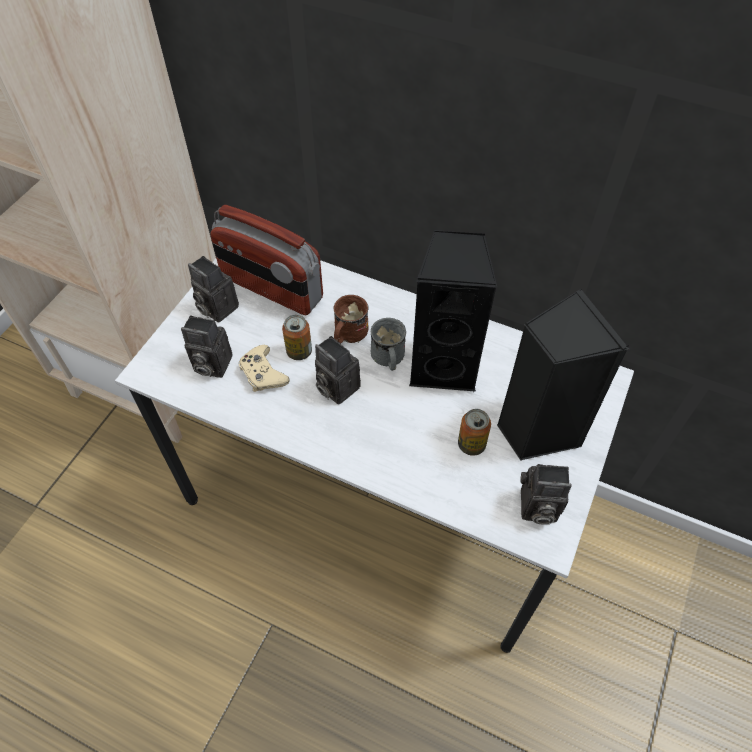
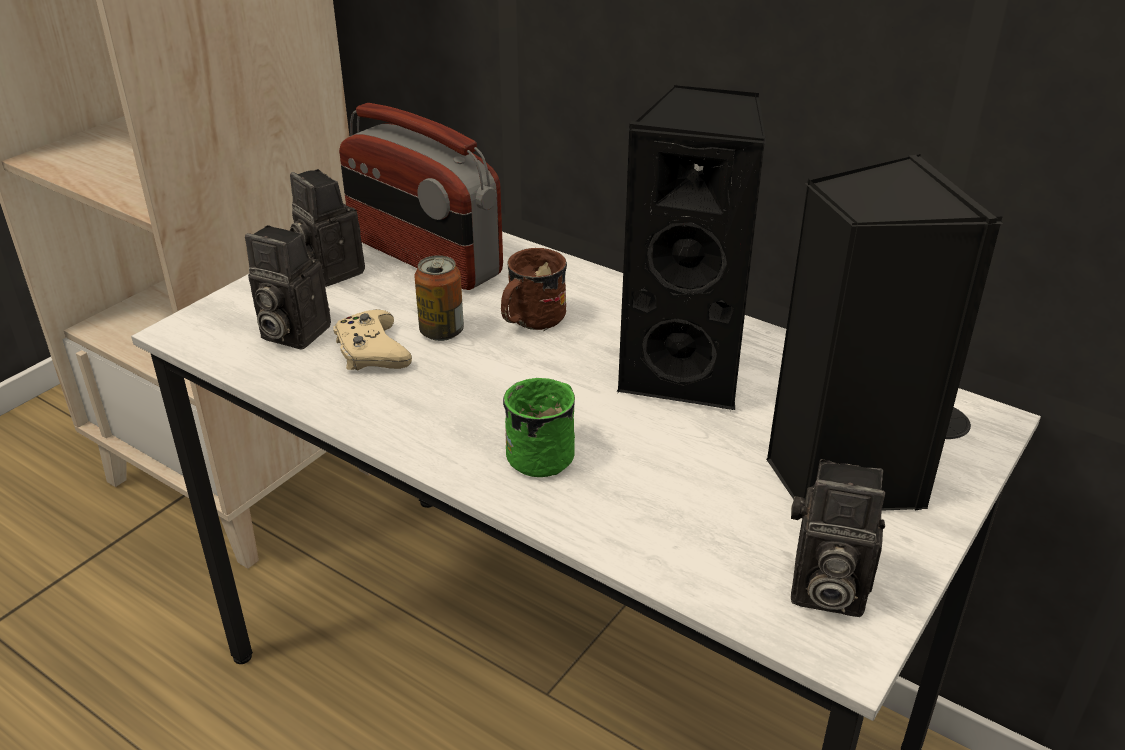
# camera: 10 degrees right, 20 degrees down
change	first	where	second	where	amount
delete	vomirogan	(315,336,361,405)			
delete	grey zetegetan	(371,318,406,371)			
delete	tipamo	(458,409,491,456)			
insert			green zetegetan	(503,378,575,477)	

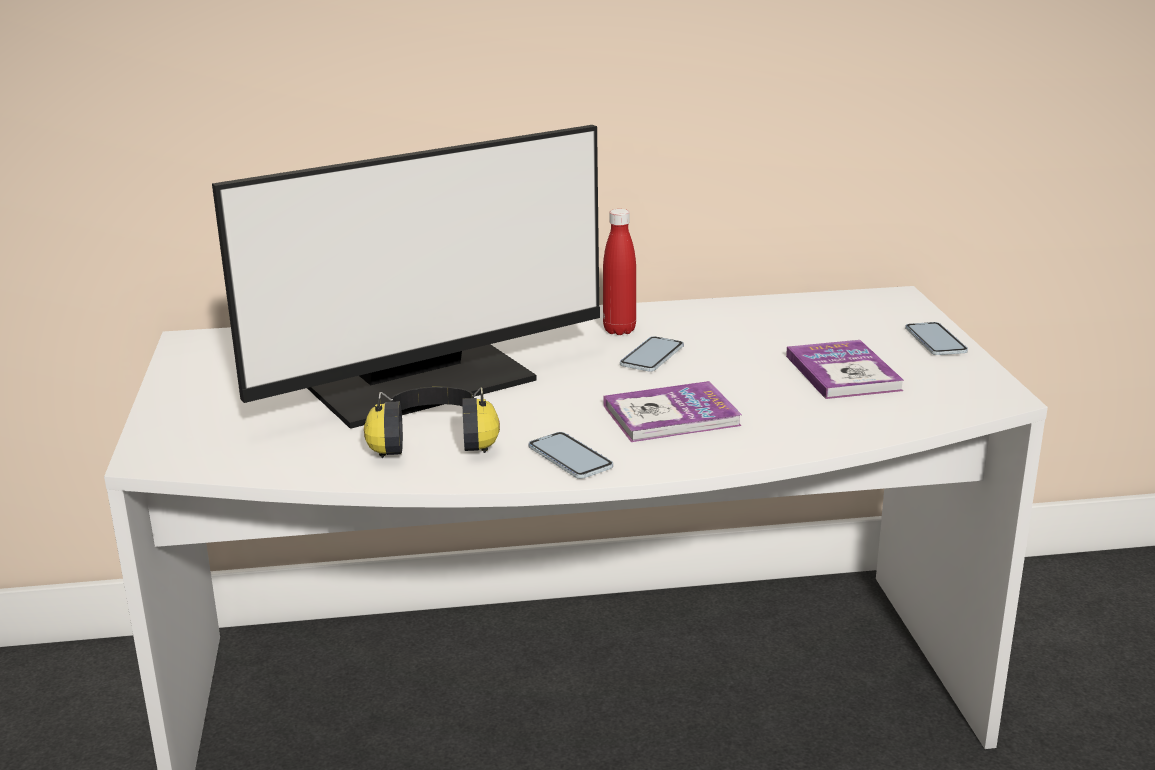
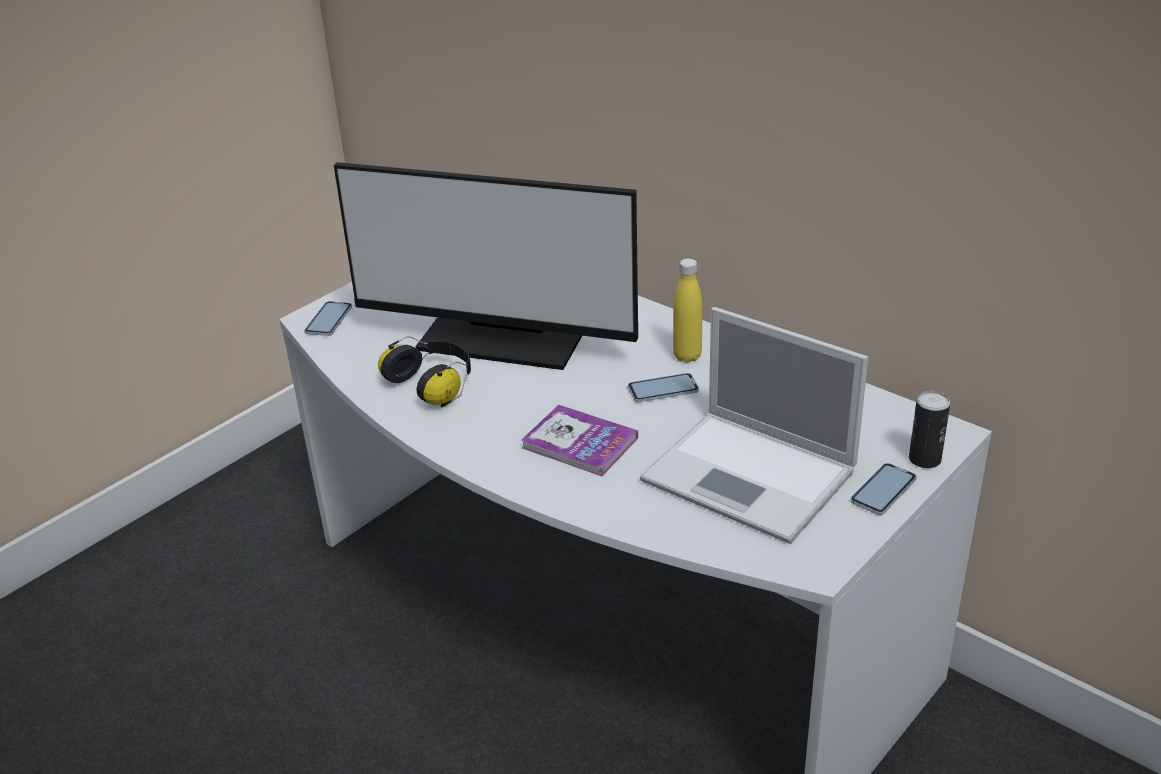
# camera: 50 degrees right, 10 degrees up
change	first	where	second	where	amount
insert			tipamo	(909,391,950,468)	
move	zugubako	(528,432,613,479)		(304,301,352,336)	
replace	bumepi	(786,340,905,399)	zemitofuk	(640,307,868,544)	
recolor	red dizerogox	(603,209,636,335)	yellow dizerogox	(673,259,702,363)	

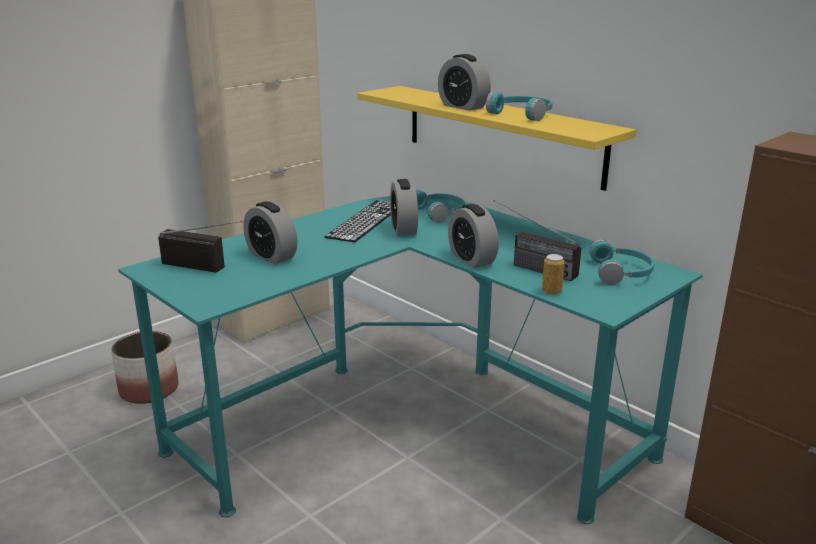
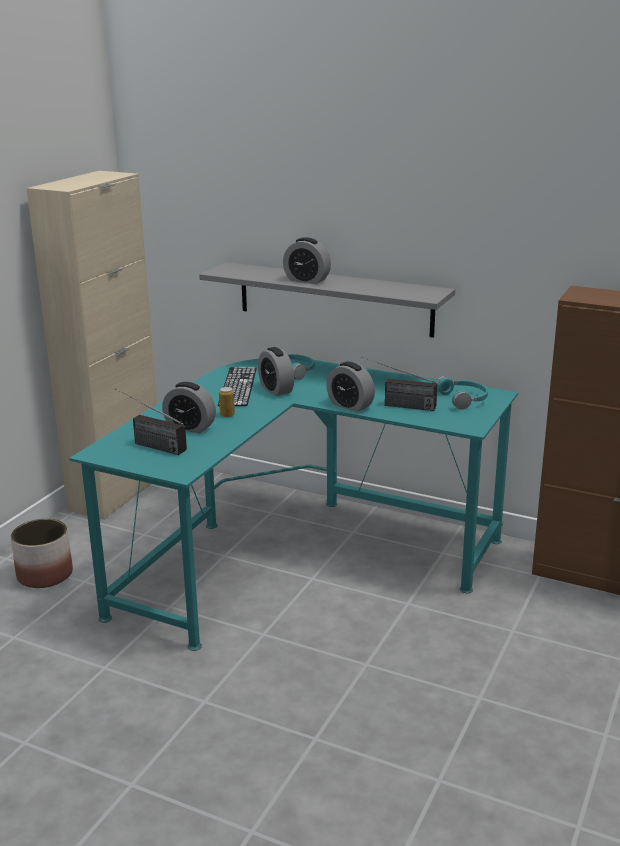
# camera: 20 degrees left, 0 degrees up
change	first	where	second	where	amount
delete	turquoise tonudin	(486,92,553,121)			
move	tipamo	(542,254,565,295)		(219,387,235,417)	
recolor	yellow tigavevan	(357,86,636,191)	grey tigavevan	(199,262,455,338)	
rotate	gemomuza	(158,221,243,273)		(115,389,187,455)	150 degrees counterclockwise

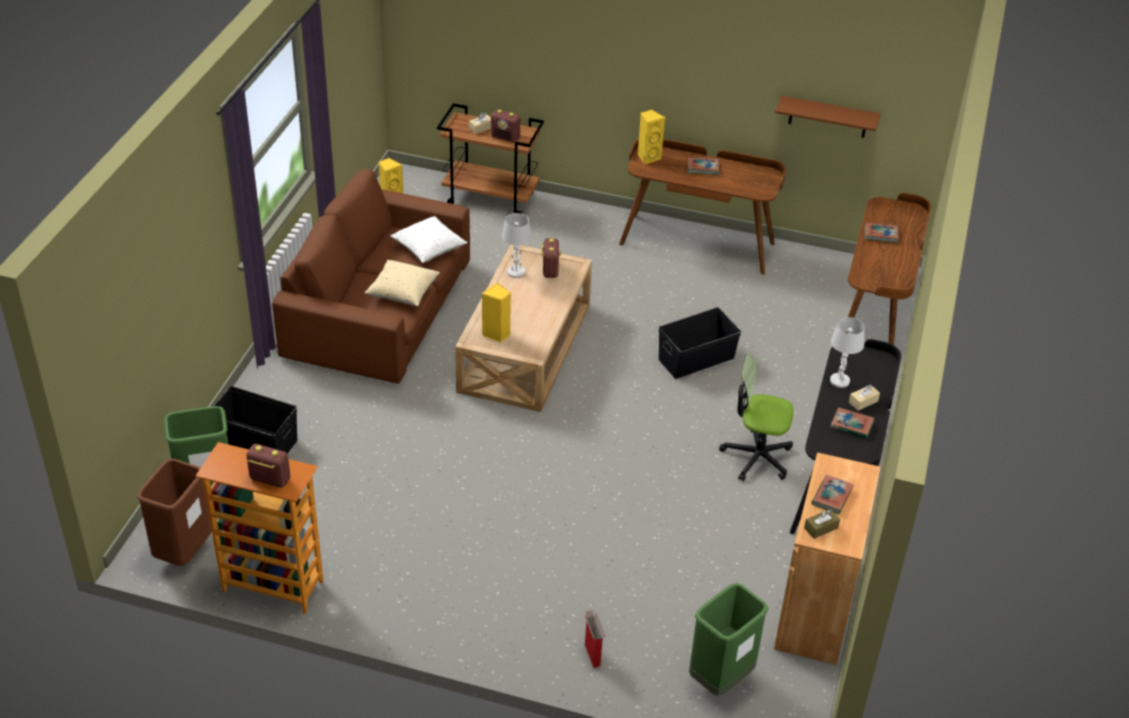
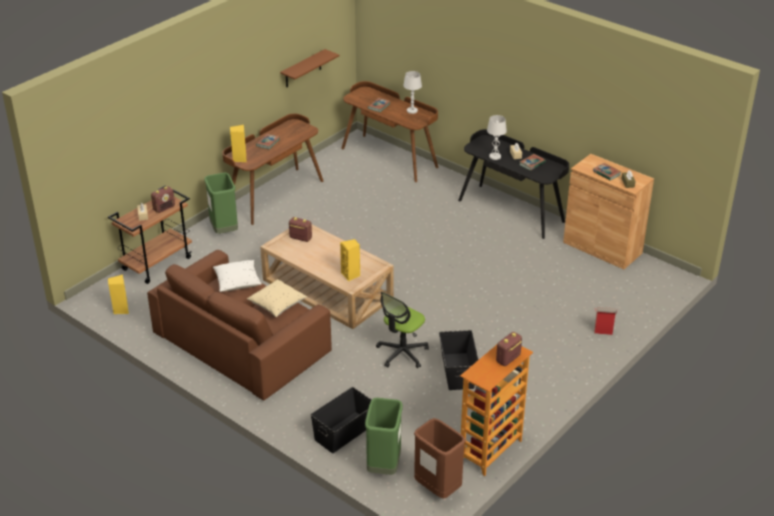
# camera: 65 degrees left, 5 degrees down
change	first	where	second	where	amount
move	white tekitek	(502,213,532,278)		(403,71,422,114)	
move	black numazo	(659,307,741,379)		(439,330,478,390)	
move	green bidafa	(689,583,769,696)		(204,173,238,234)	
move	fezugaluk	(719,353,793,481)		(376,292,429,368)	

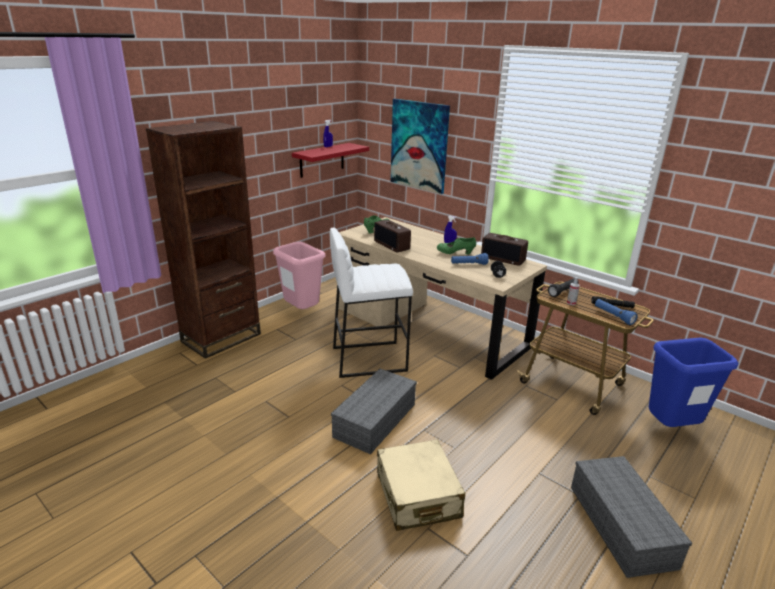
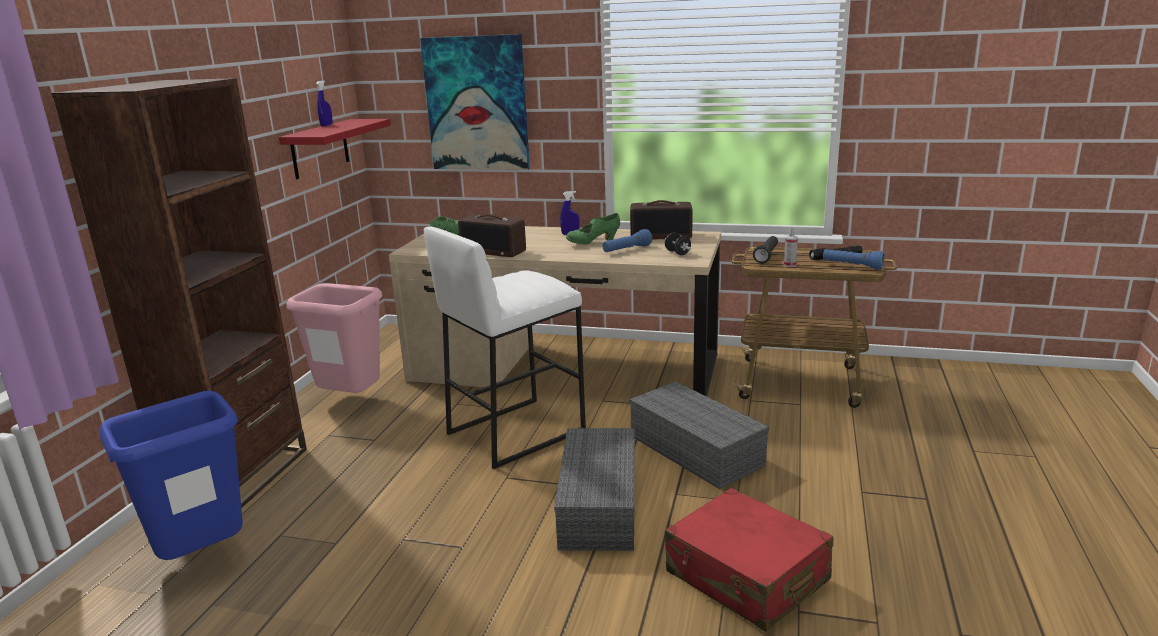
# camera: 25 degrees left, 5 degrees down
change	first	where	second	where	amount
move	grey numazo	(571,456,692,578)		(629,382,769,489)	
move	blue bidafa	(649,338,738,427)		(99,391,243,560)	
recolor	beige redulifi	(377,439,465,531)	red redulifi	(665,488,833,632)	

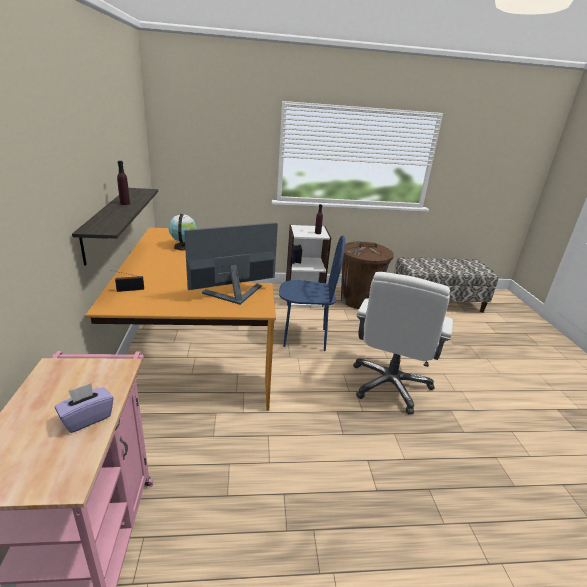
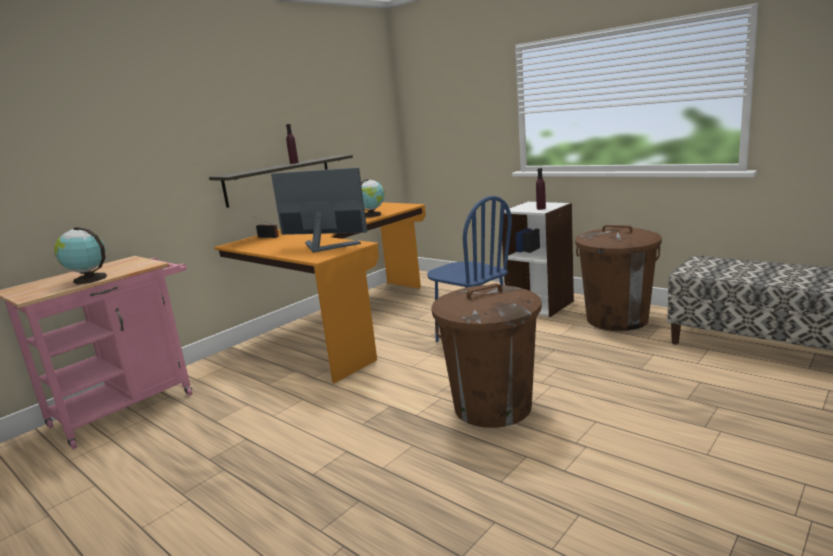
# camera: 50 degrees right, 10 degrees down
change	first	where	second	where	amount
replace	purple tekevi	(55,383,114,433)	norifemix	(54,227,107,284)	
replace	white fezugaluk	(353,272,453,414)	brown bidafa	(432,283,542,428)	

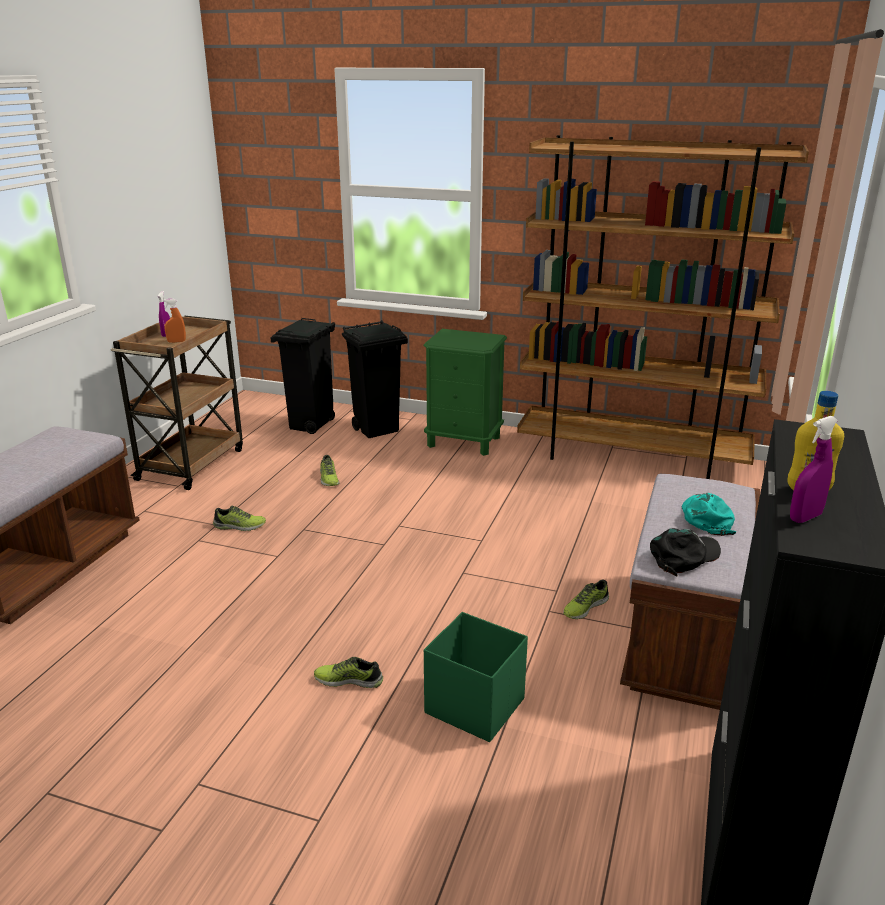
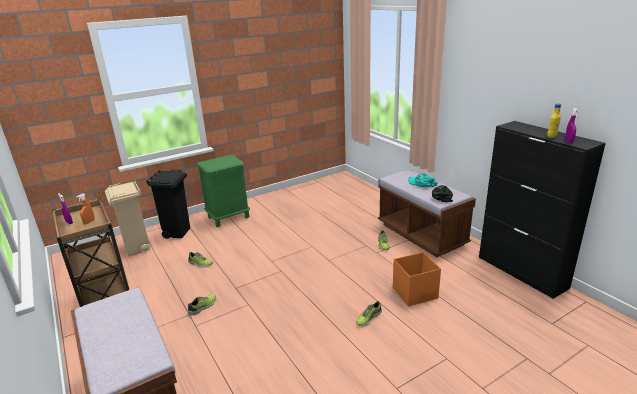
# camera: 50 degrees left, 0 degrees up
change	first	where	second	where	amount
delete	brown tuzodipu	(517,135,809,479)			
recolor	black bidafa	(270,318,335,434)	beige bidafa	(105,181,150,256)	
recolor	green numazo	(424,612,528,742)	orange numazo	(393,252,441,307)	

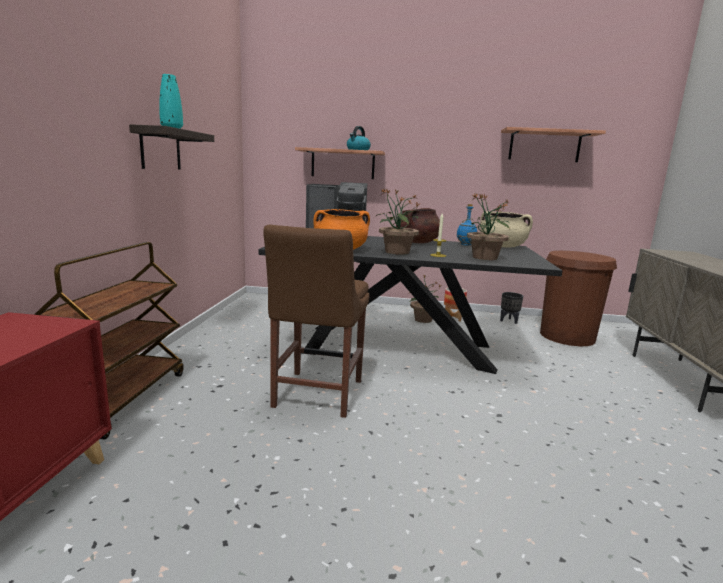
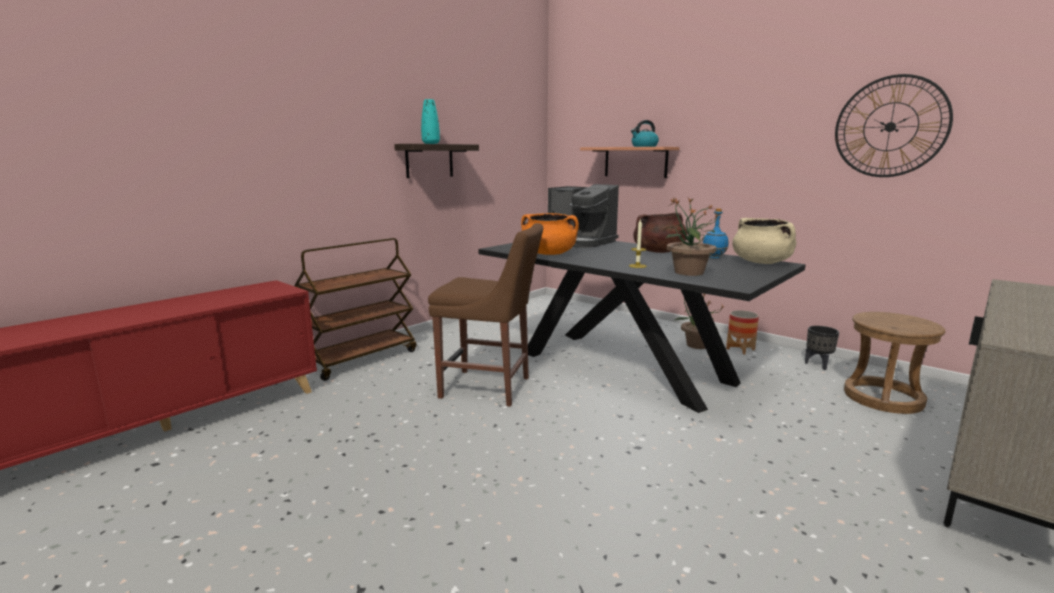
# camera: 35 degrees right, 0 degrees up
change	first	where	second	where	amount
delete	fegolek	(376,188,420,255)			
replace	tigavevan	(501,127,606,162)	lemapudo	(835,74,953,177)	
replace	brown bidafa	(540,251,617,346)	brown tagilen	(844,312,946,414)	
rotate	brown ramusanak	(263,225,369,418)		(428,223,543,407)	120 degrees counterclockwise

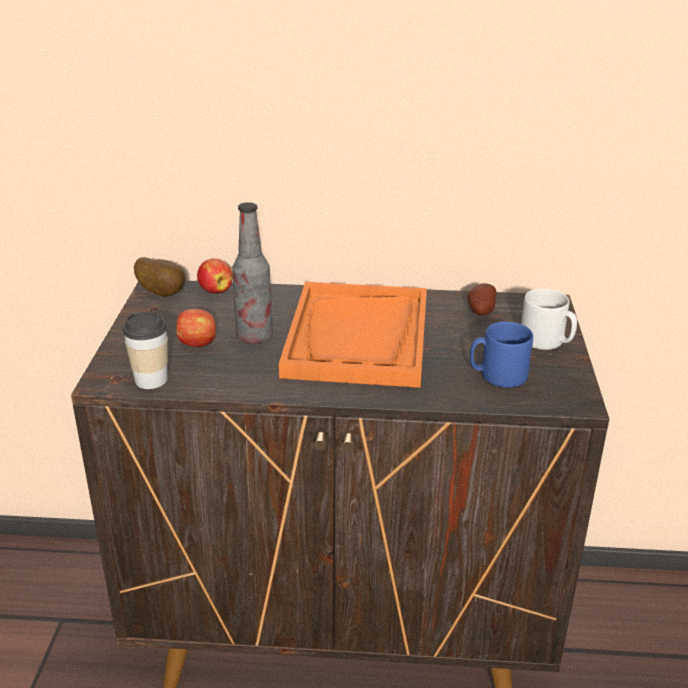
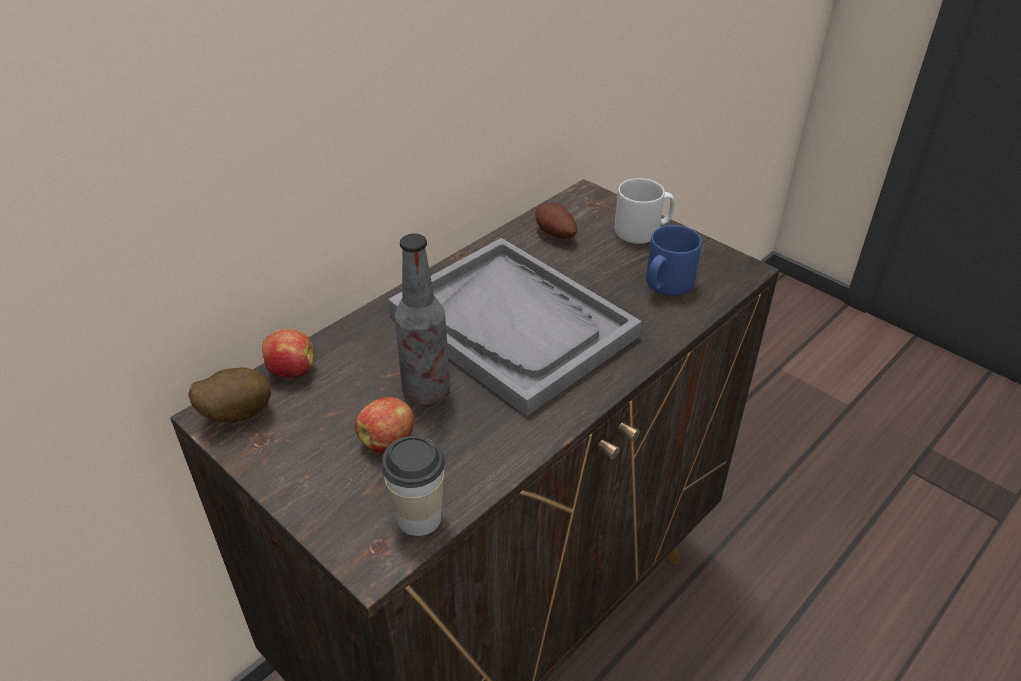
# camera: 50 degrees left, 10 degrees up
change	first	where	second	where	amount
recolor	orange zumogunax	(279,282,427,388)	grey zumogunax	(388,238,642,416)	

